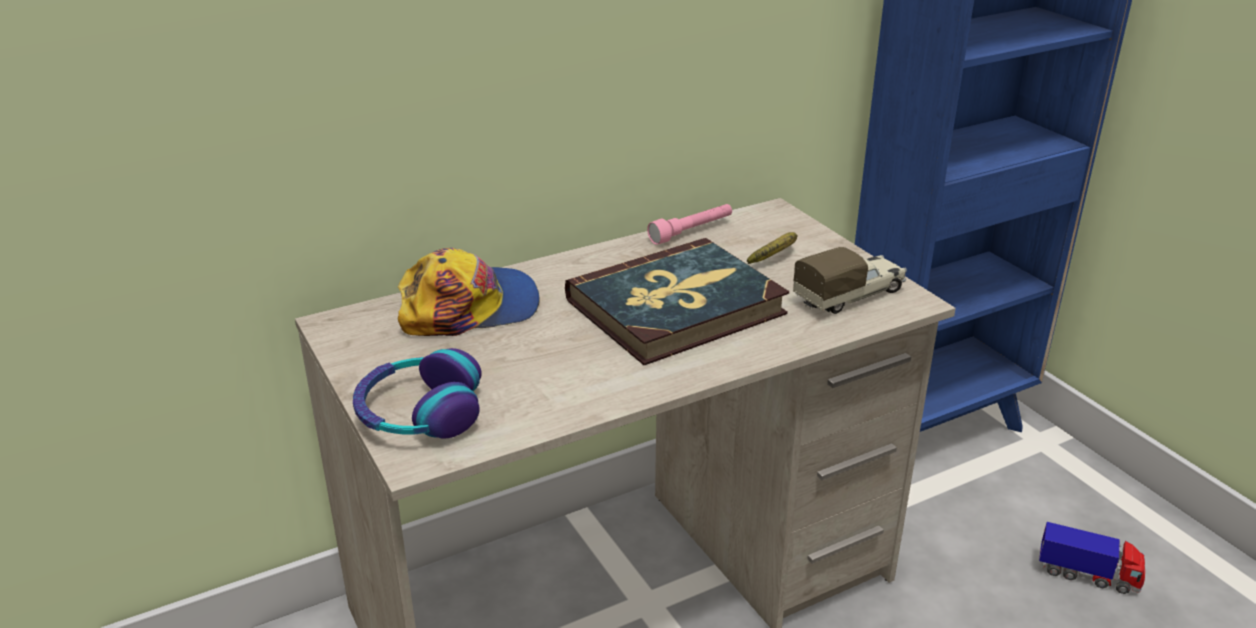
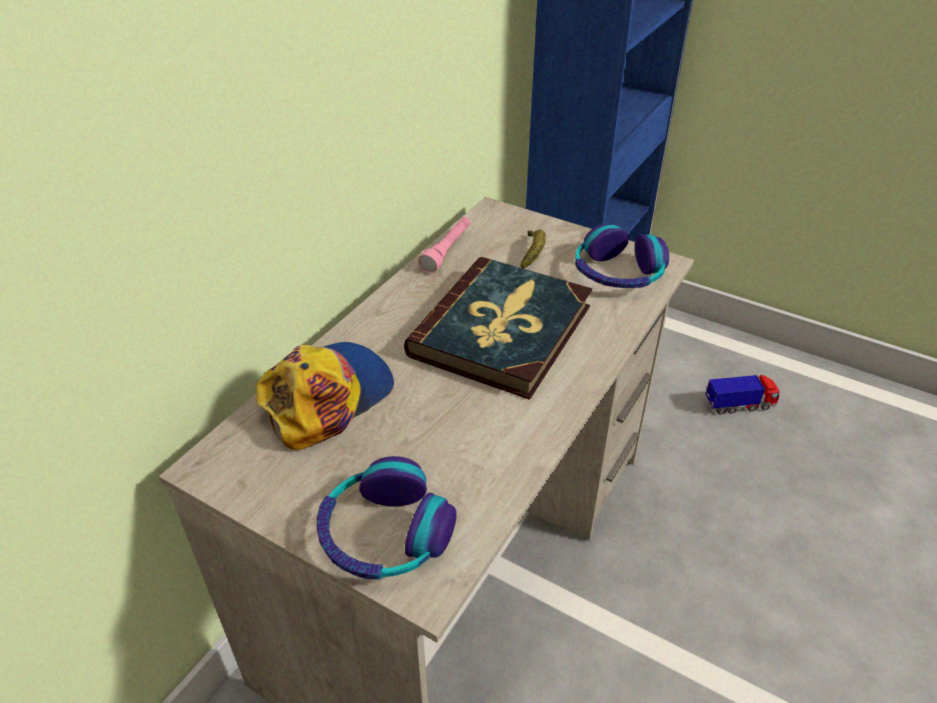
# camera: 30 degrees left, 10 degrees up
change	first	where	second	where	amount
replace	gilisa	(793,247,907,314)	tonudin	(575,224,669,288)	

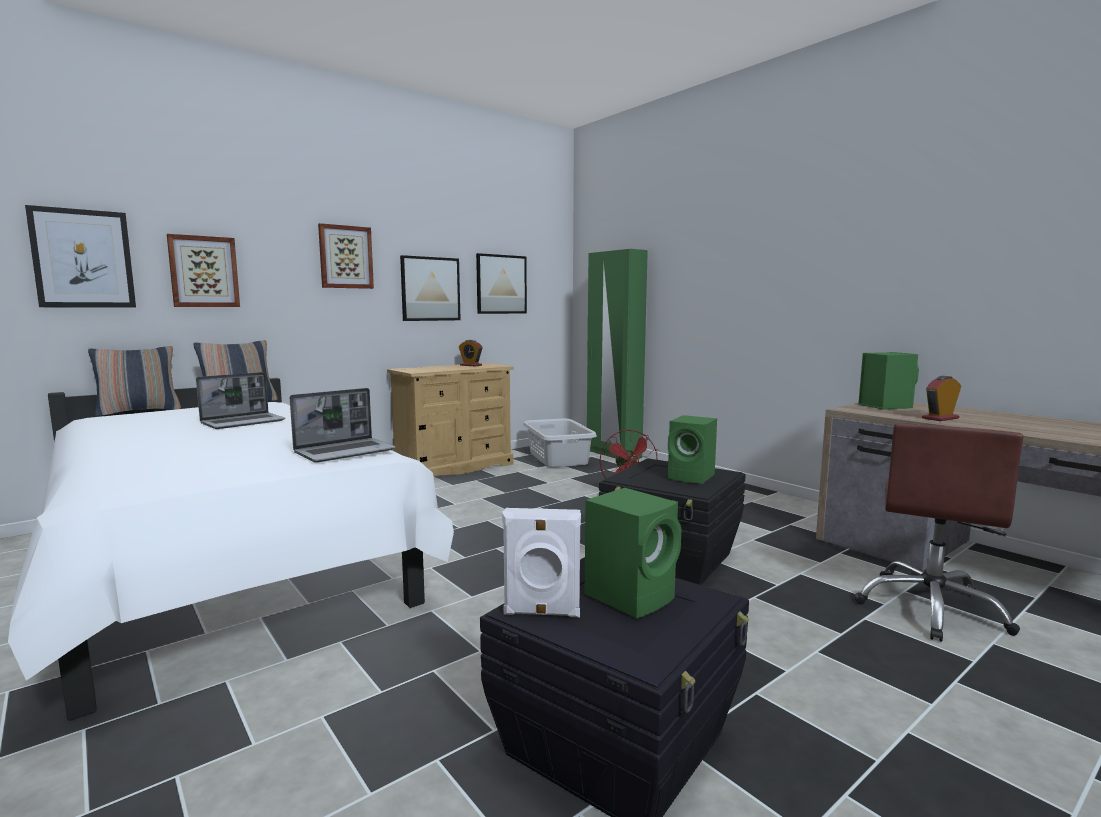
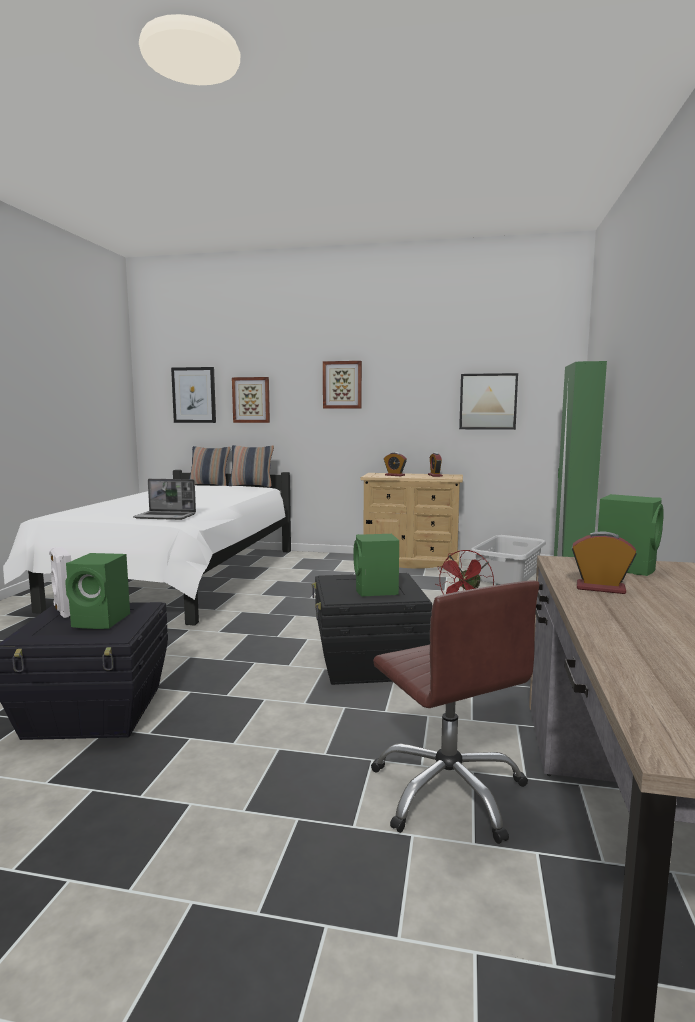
# camera: 50 degrees right, 0 degrees up
change	first	where	second	where	amount
delete	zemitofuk	(196,372,285,429)			
delete	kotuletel	(400,255,461,321)			
insert			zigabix	(384,452,407,476)	
rotate	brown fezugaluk	(854,423,1024,642)		(371,580,539,844)	105 degrees counterclockwise

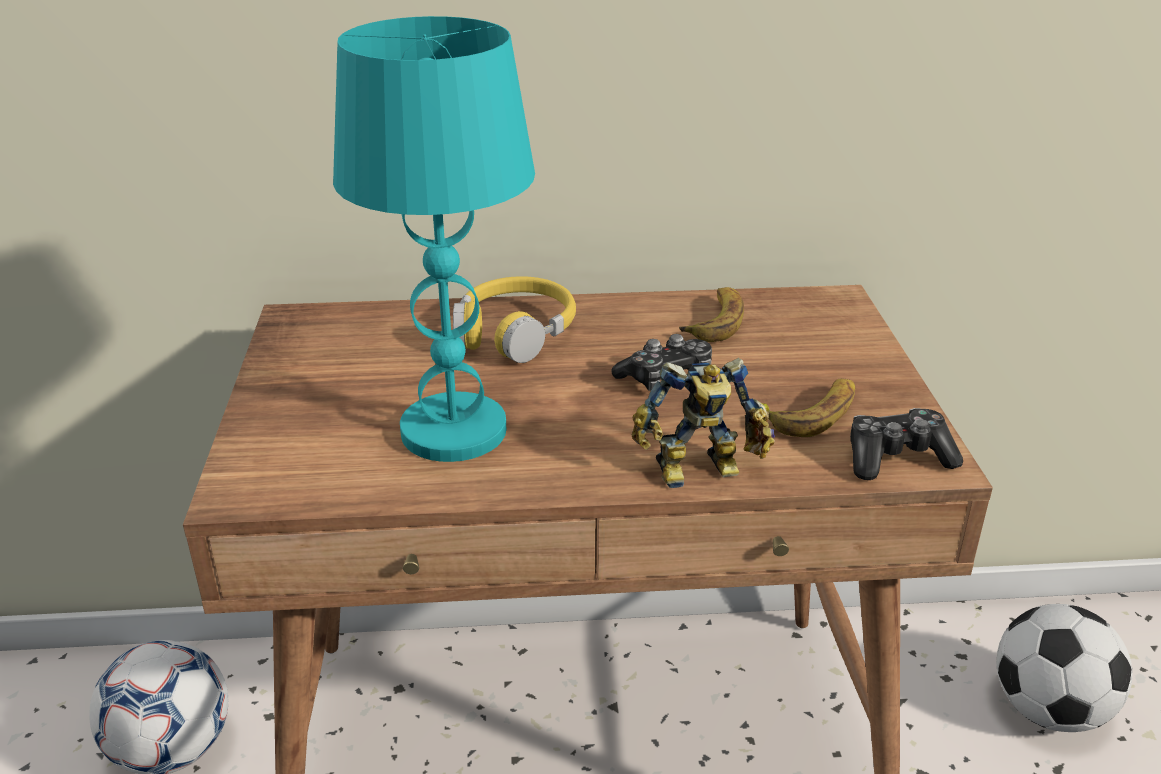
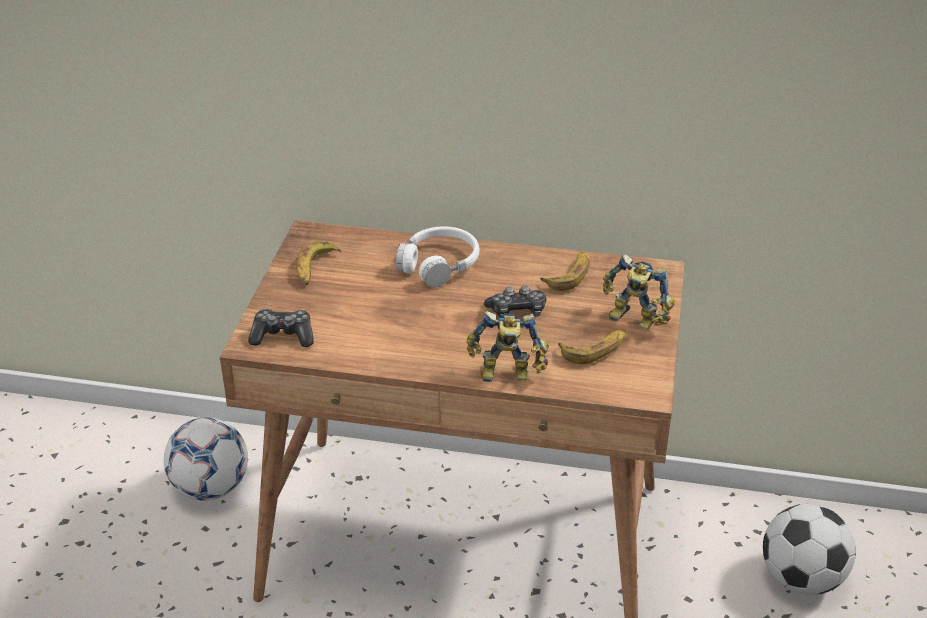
# camera: 15 degrees right, 5 degrees up
change	first	where	second	where	amount
delete	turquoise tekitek	(333,16,535,462)			
insert			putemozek	(296,241,341,285)	
insert			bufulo	(603,254,675,330)	
move	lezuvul	(850,408,963,480)		(248,309,314,347)	
recolor	yellow tonudin	(453,276,576,363)	white tonudin	(396,227,480,288)	

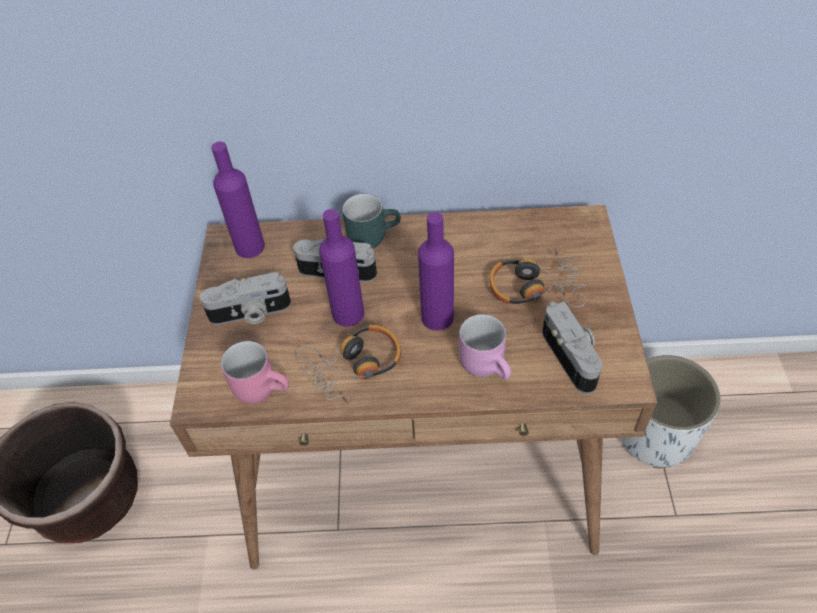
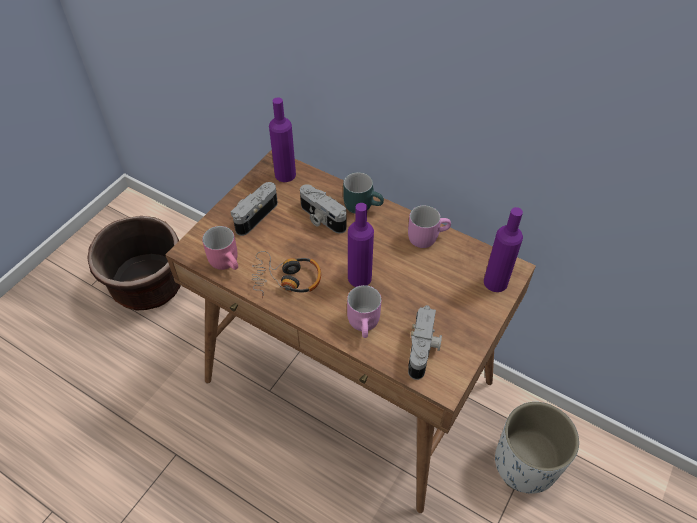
# camera: 30 degrees right, 0 degrees up
change	first	where	second	where	amount
delete	tonudin	(490,248,587,307)			
insert			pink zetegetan	(408,205,451,248)	
move	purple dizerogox	(319,209,364,327)		(484,207,523,292)	
rotate	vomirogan	(200,272,291,325)		(231,182,278,236)	105 degrees clockwise

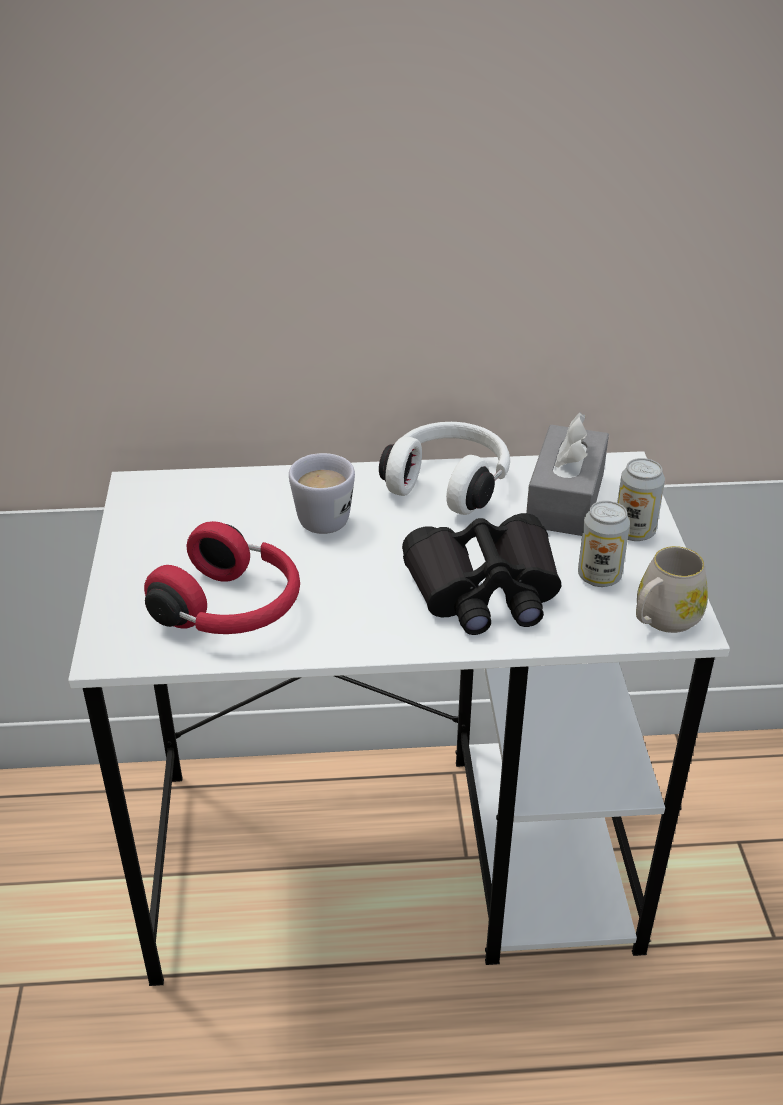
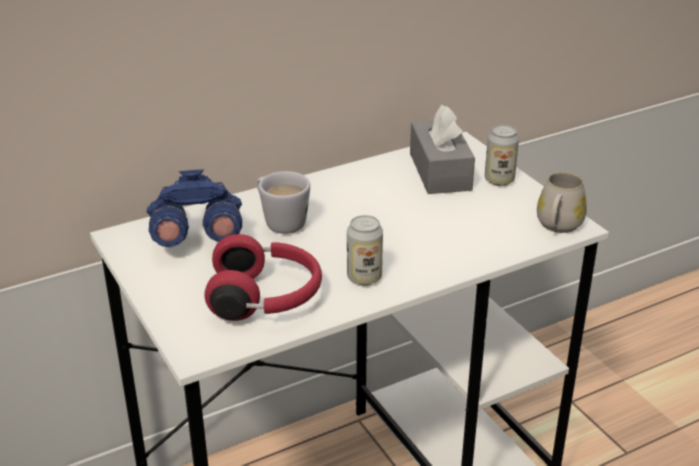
# camera: 25 degrees left, 5 degrees down
change	first	where	second	where	amount
delete	white tonudin	(379,422,510,515)			
delete	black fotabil	(402,513,561,635)			
insert			blue fotabil	(147,169,242,247)	
move	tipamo	(578,501,630,587)		(347,215,383,285)	

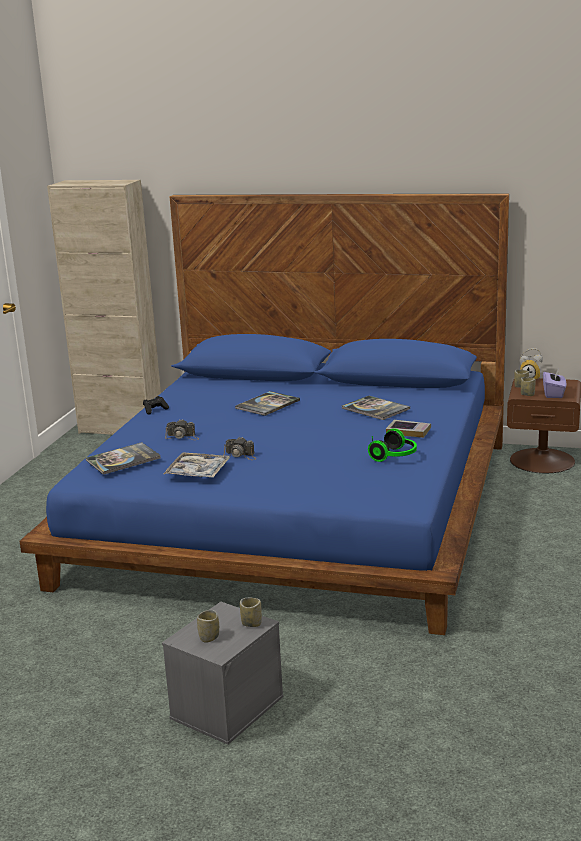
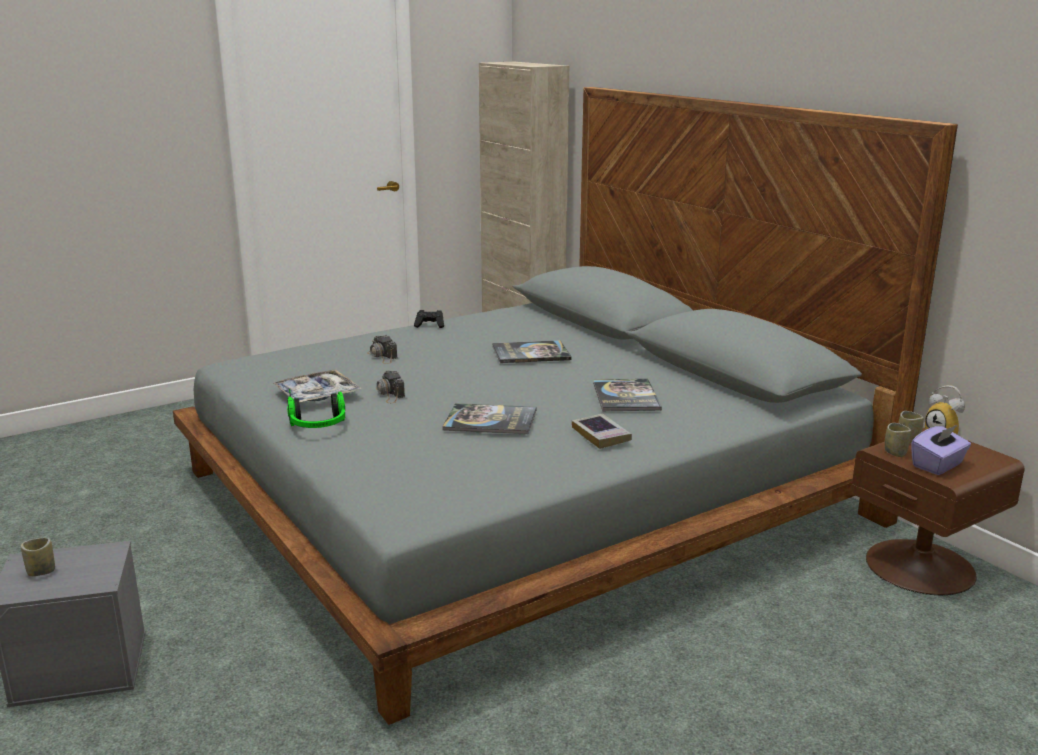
# camera: 40 degrees right, 0 degrees up
change	first	where	second	where	amount
delete	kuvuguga	(240,598,262,627)			
move	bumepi	(86,442,161,475)		(442,403,536,435)	
move	tonudin	(368,428,417,462)		(287,389,345,428)	
recolor	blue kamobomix	(20,193,509,635)	grey kamobomix	(173,87,958,725)	

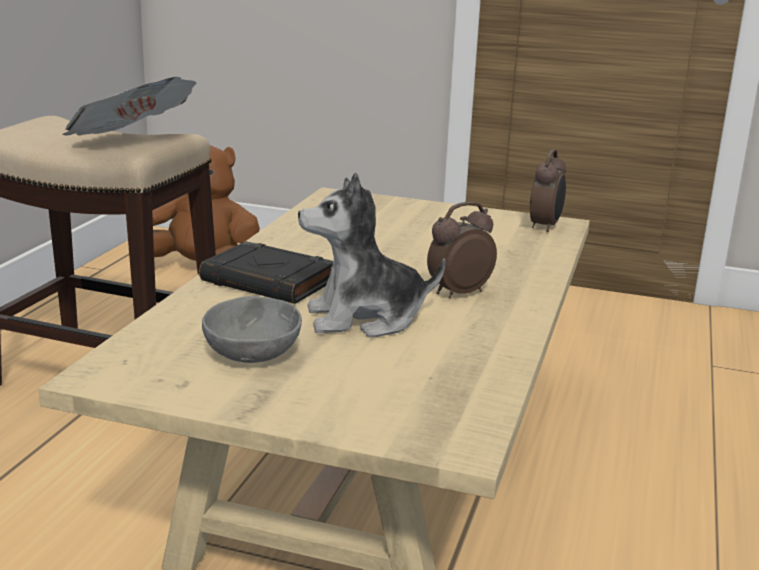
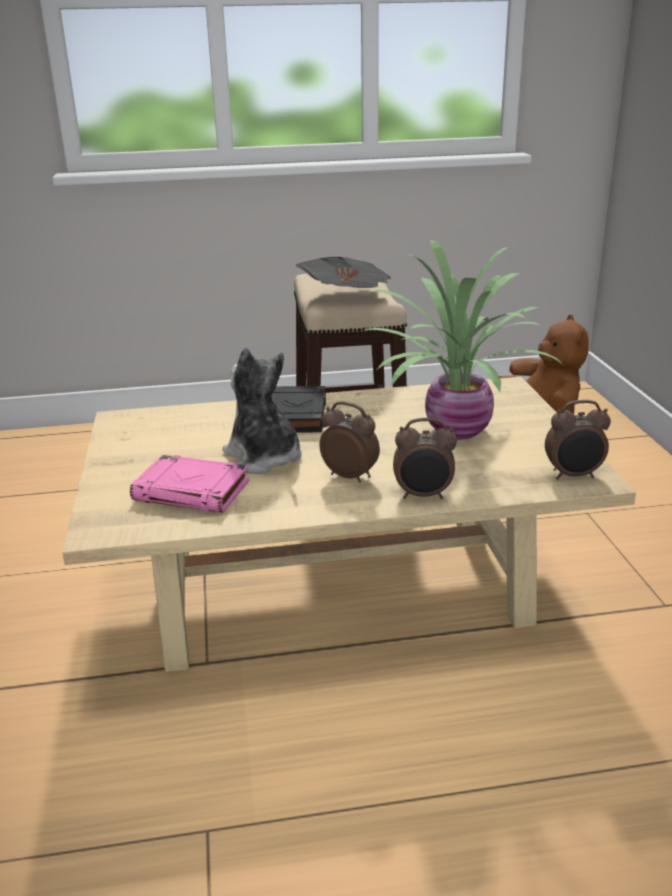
# camera: 65 degrees right, 5 degrees up
change	first	where	second	where	amount
delete	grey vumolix	(202,296,302,363)			
insert			pink bumepi	(130,455,250,513)	
insert			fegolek	(362,240,563,439)	
insert			zigabix	(393,418,457,499)	

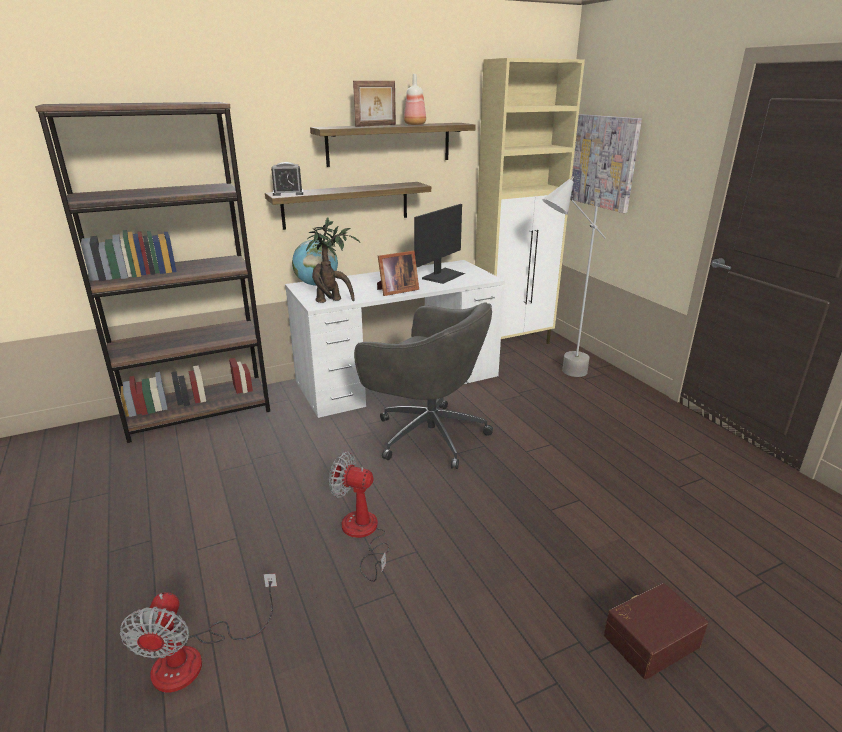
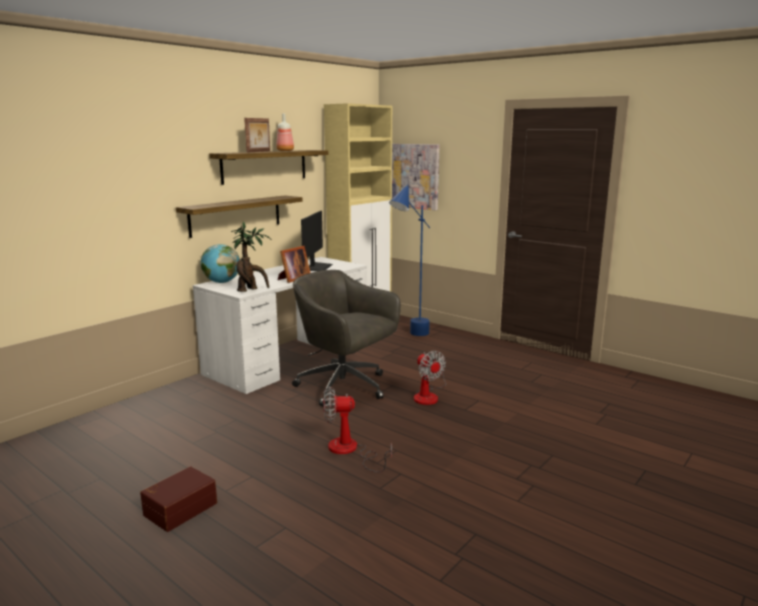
# camera: 25 degrees left, 10 degrees down
change	first	where	second	where	amount
delete	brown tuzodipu	(35,102,270,443)			
delete	zigabix	(271,162,303,196)			
move	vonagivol	(120,574,277,692)		(414,351,446,405)	
move	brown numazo	(604,583,708,679)		(140,466,217,532)	
recolor	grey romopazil	(542,176,606,377)	blue romopazil	(389,184,430,336)	
rotate	grey fezugaluk	(354,302,493,469)		(292,270,401,406)	150 degrees counterclockwise

